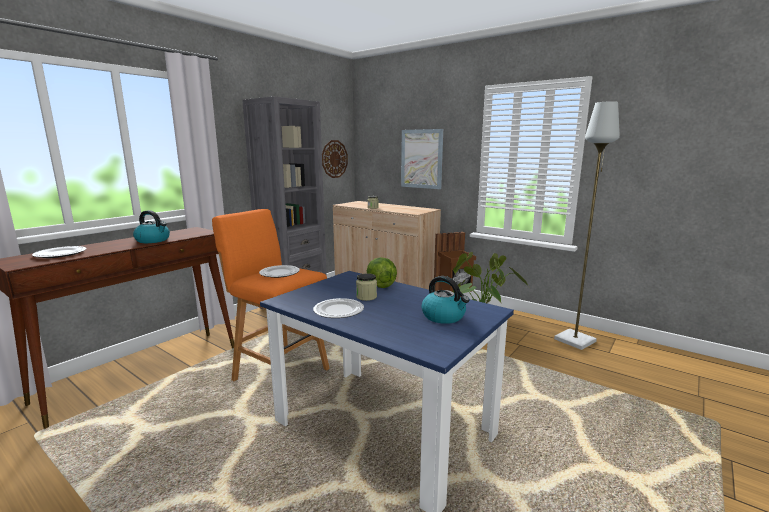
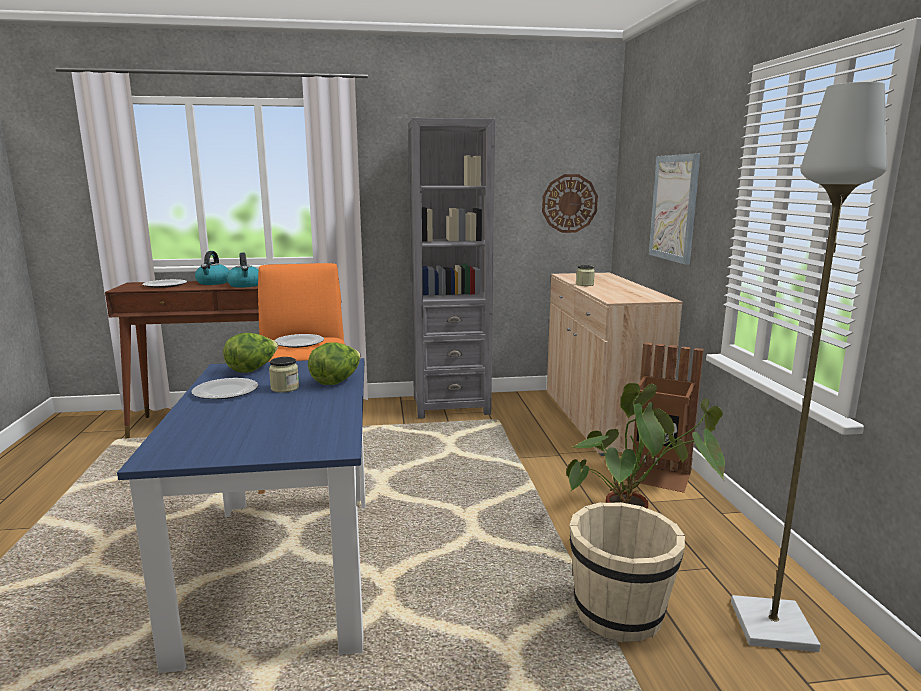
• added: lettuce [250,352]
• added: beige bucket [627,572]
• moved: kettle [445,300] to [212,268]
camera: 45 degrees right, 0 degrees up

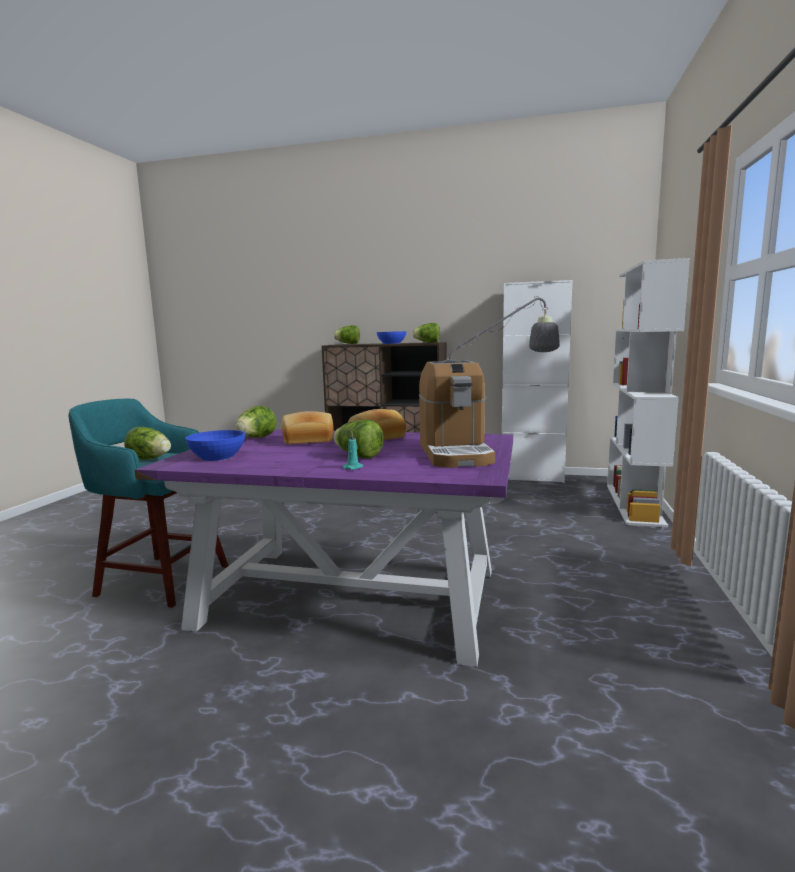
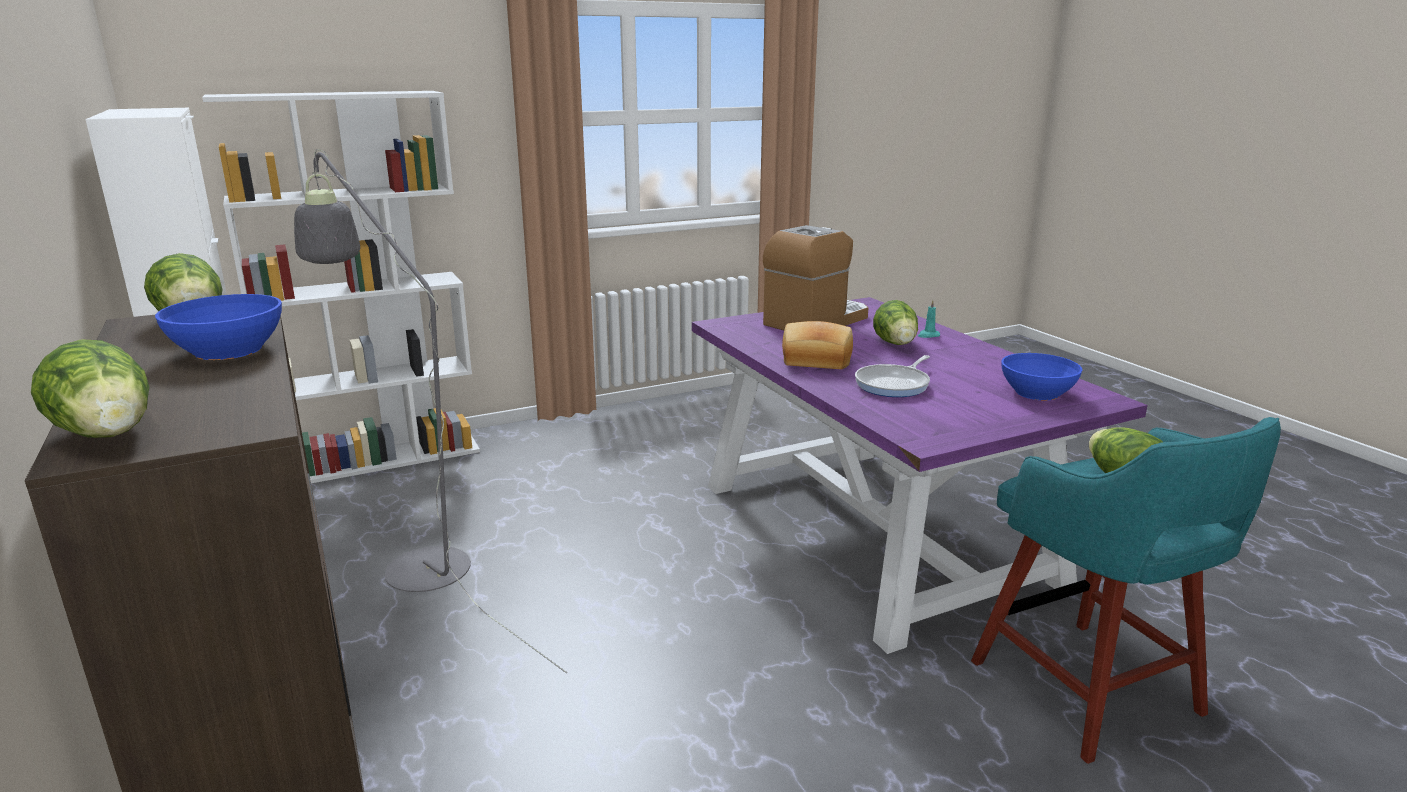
• removed: lettuce [255,422]
• replaced: bread [307,427] to frying pan [892,376]
camera: 130 degrees left, 10 degrees up

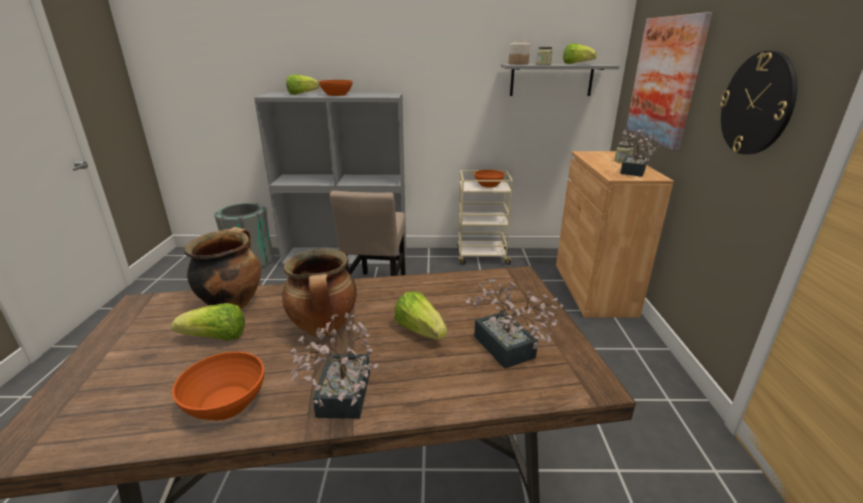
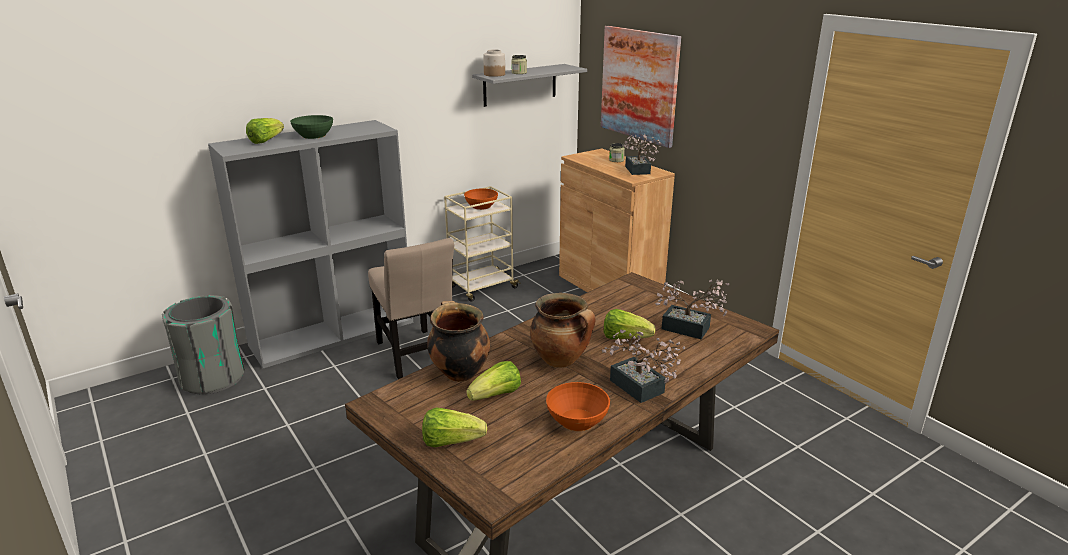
• removed: wall clock [758,102]
• moved: lettuce [580,53] to [454,428]
• recoloured: orange bowl [336,88] to green bowl [311,127]
camera: 35 degrees left, 0 degrees up

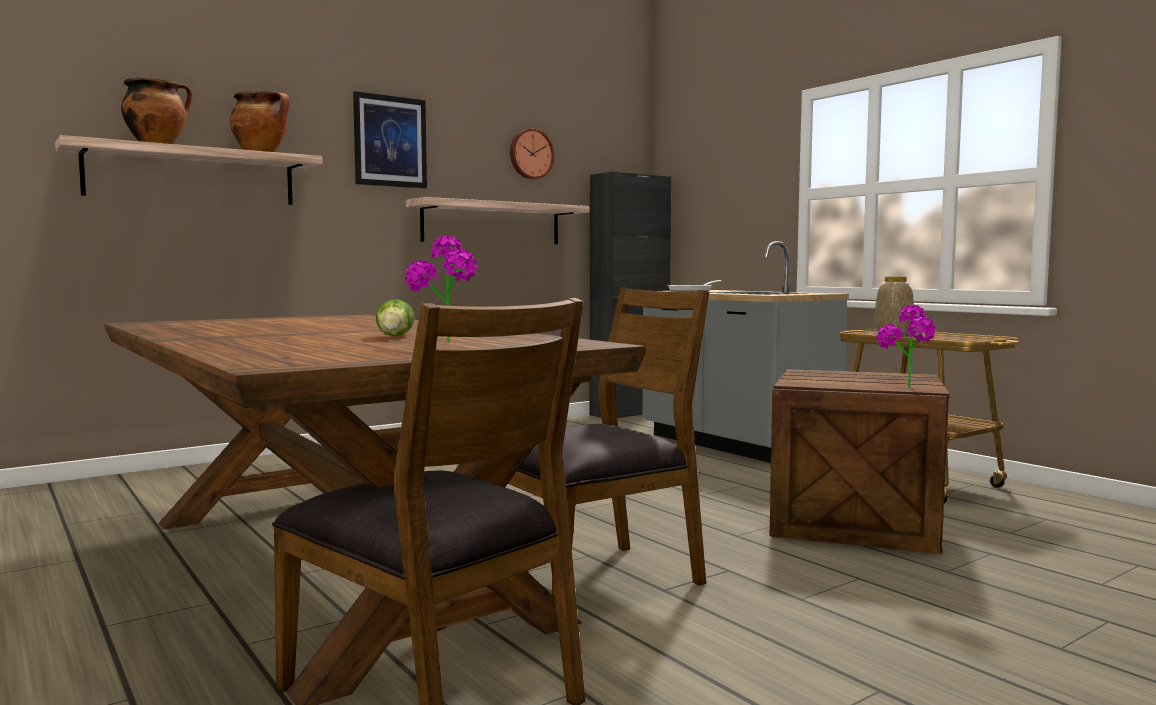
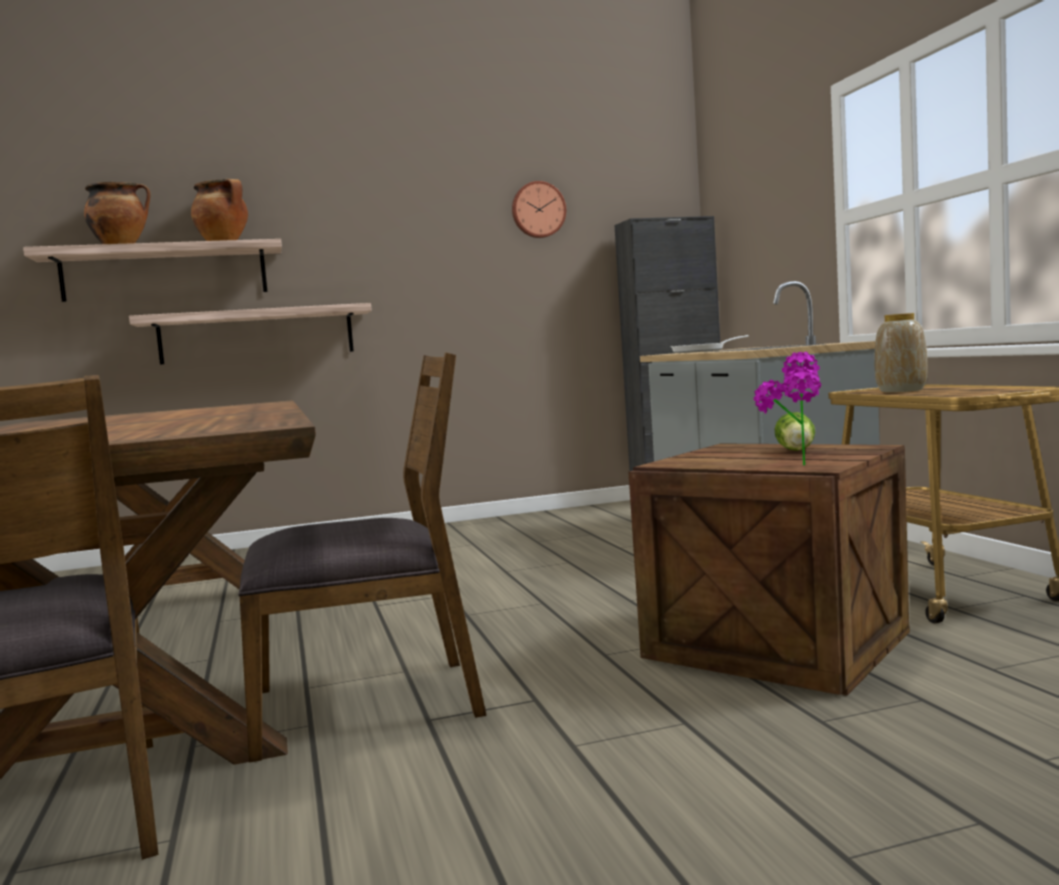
• removed: picture [390,139]
• removed: potted plant [441,289]
• moved: lettuce [395,318] to [795,431]
• moved: shelf [497,220] to [250,334]
camera: 20 degrees right, 0 degrees up

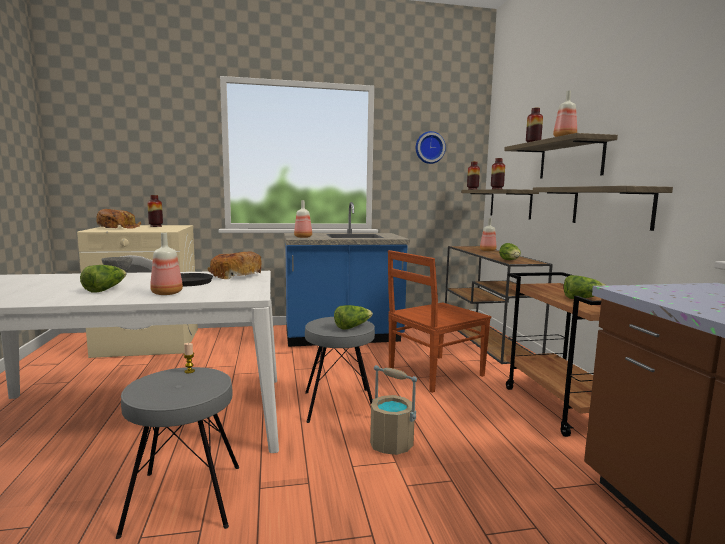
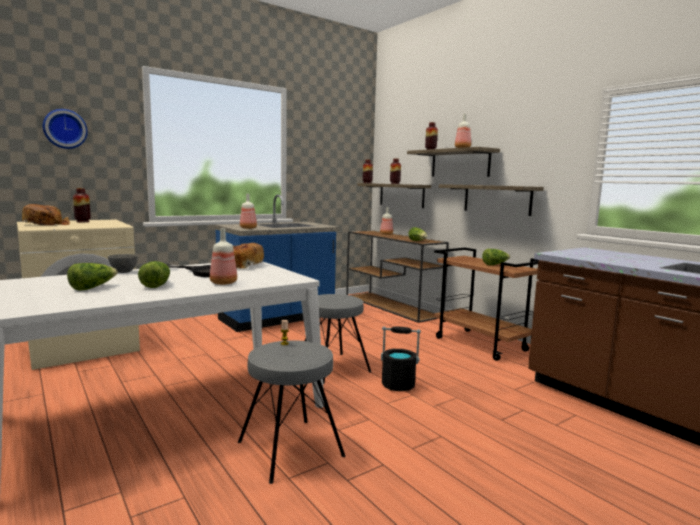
• removed: brown chair [439,321]
• moved: lettuce [353,317] to [92,277]
• moved: wall clock [431,147] to [65,129]
• recoloured: beige bucket [393,410] to black bucket [401,358]
camera: 25 degrees left, 0 degrees up

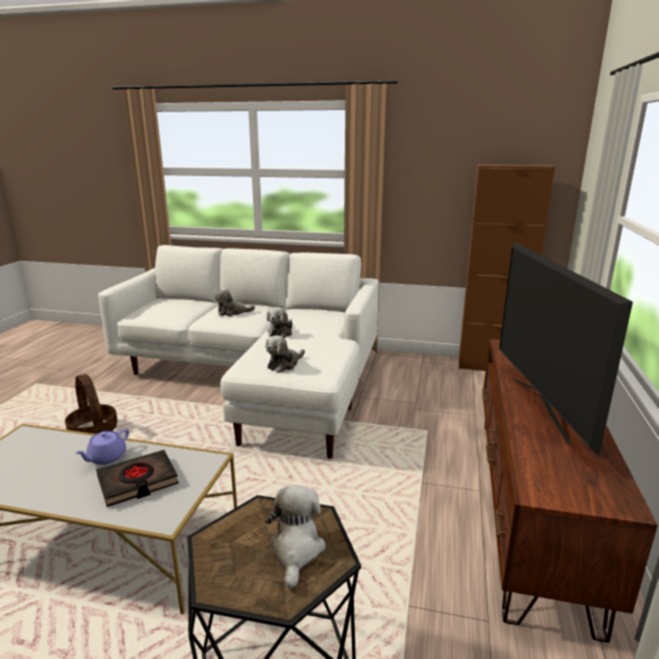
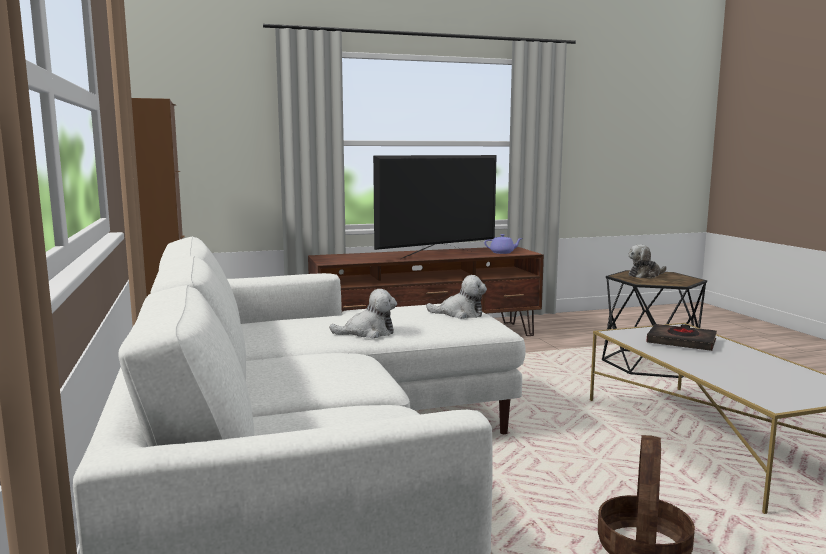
• removed: plush toy [234,302]
• moved: purple teapot [102,447] to [503,244]
camera: 120 degrees left, 10 degrees down

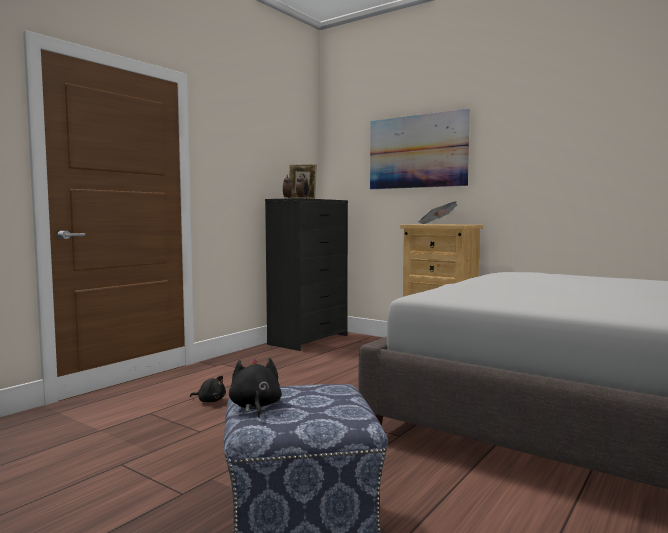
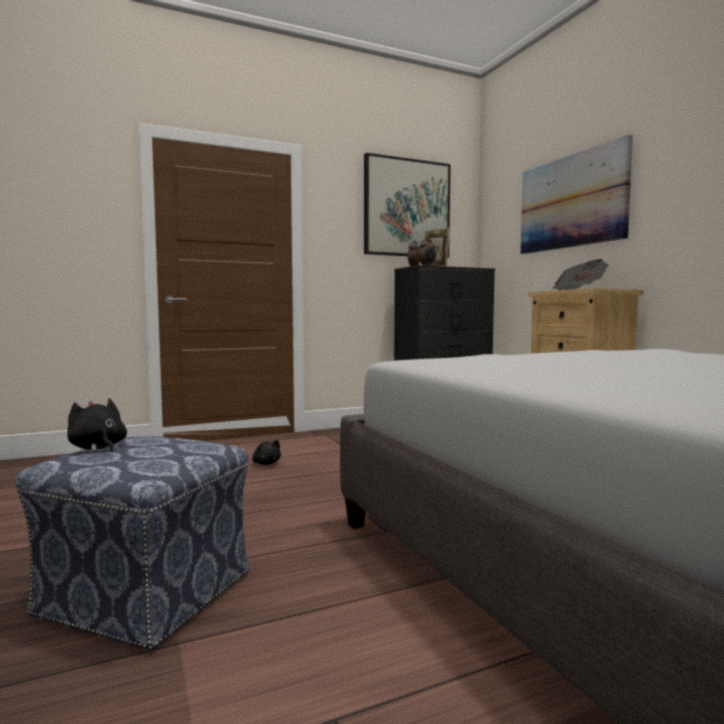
• added: picture [407,205]
• turned: black plush toy [255,388] = [97,425] 60 degrees counterclockwise
camera: 30 degrees right, 0 degrees up

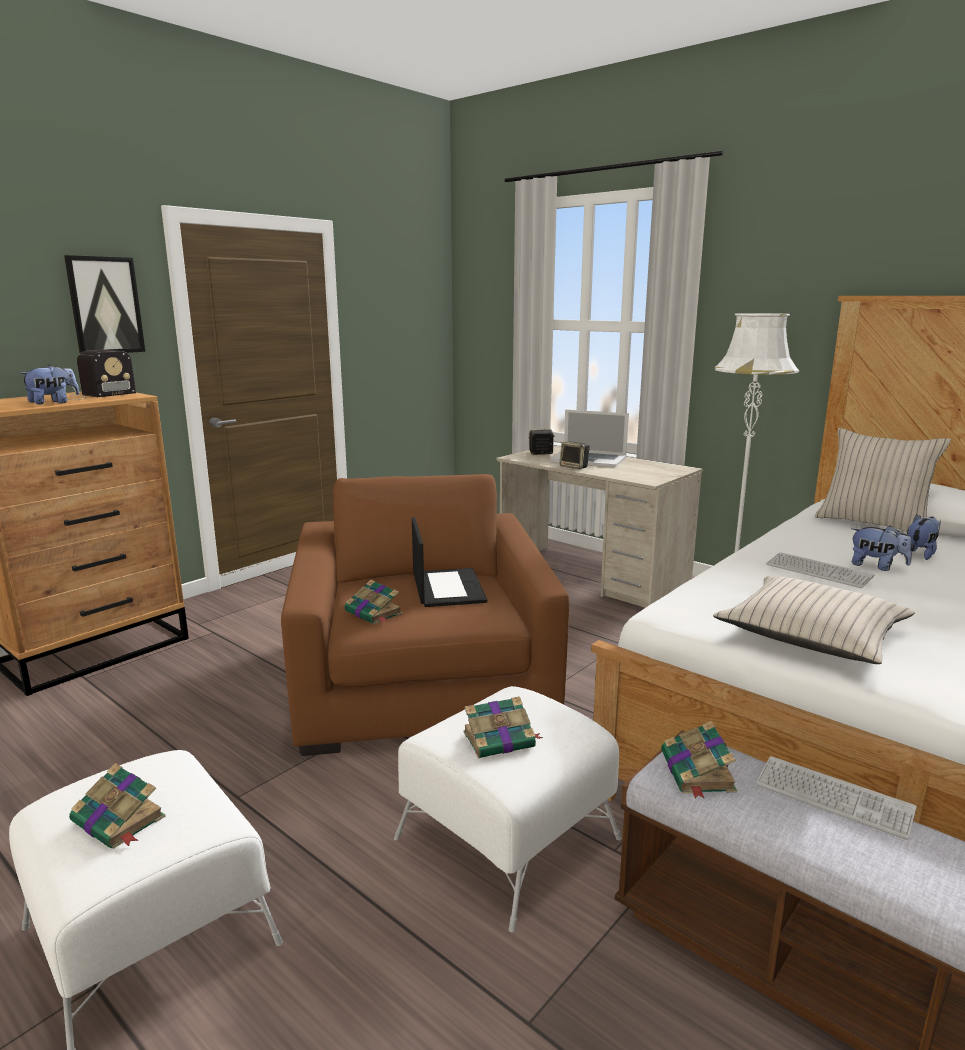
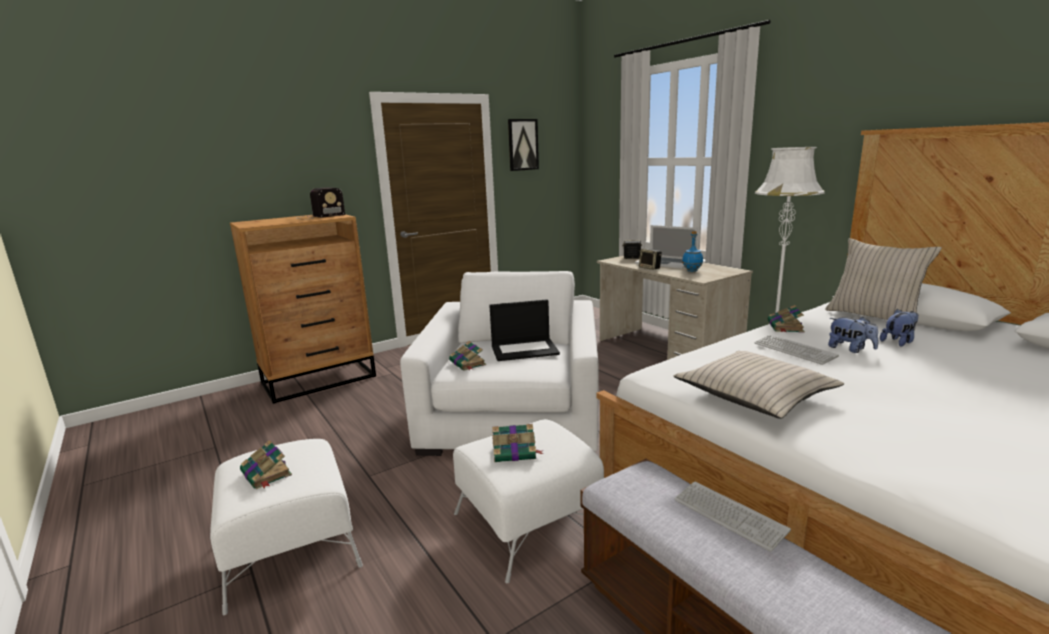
• removed: plush toy [49,385]
• added: blue bottle [692,251]
• moved: picture [104,304] to [523,145]
• moved: book [699,760] to [786,319]
• recoloured: brown armchair [425,615] to white armchair [499,363]
• turned: laptop [449,562] = [524,330] 75 degrees clockwise
camera: 15 degrees right, 0 degrees up

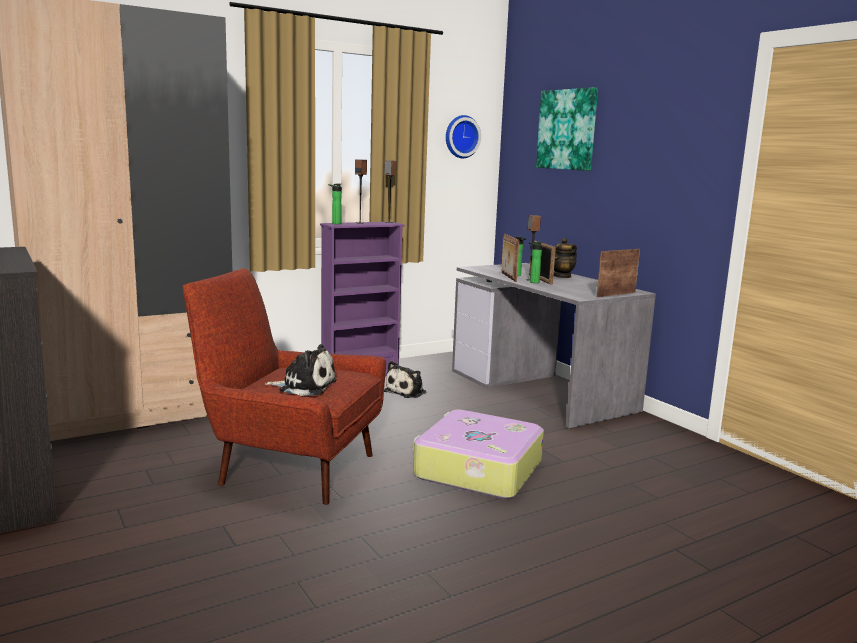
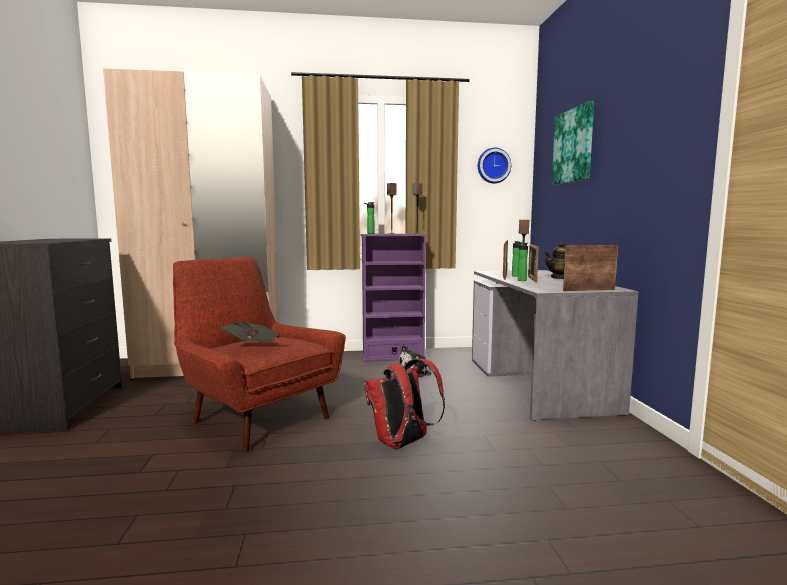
• replaced: plush toy [301,370] to newspaper [249,332]
• replaced: suitcase [478,454] to red backpack [404,403]
camera: 25 degrees right, 5 degrees down

